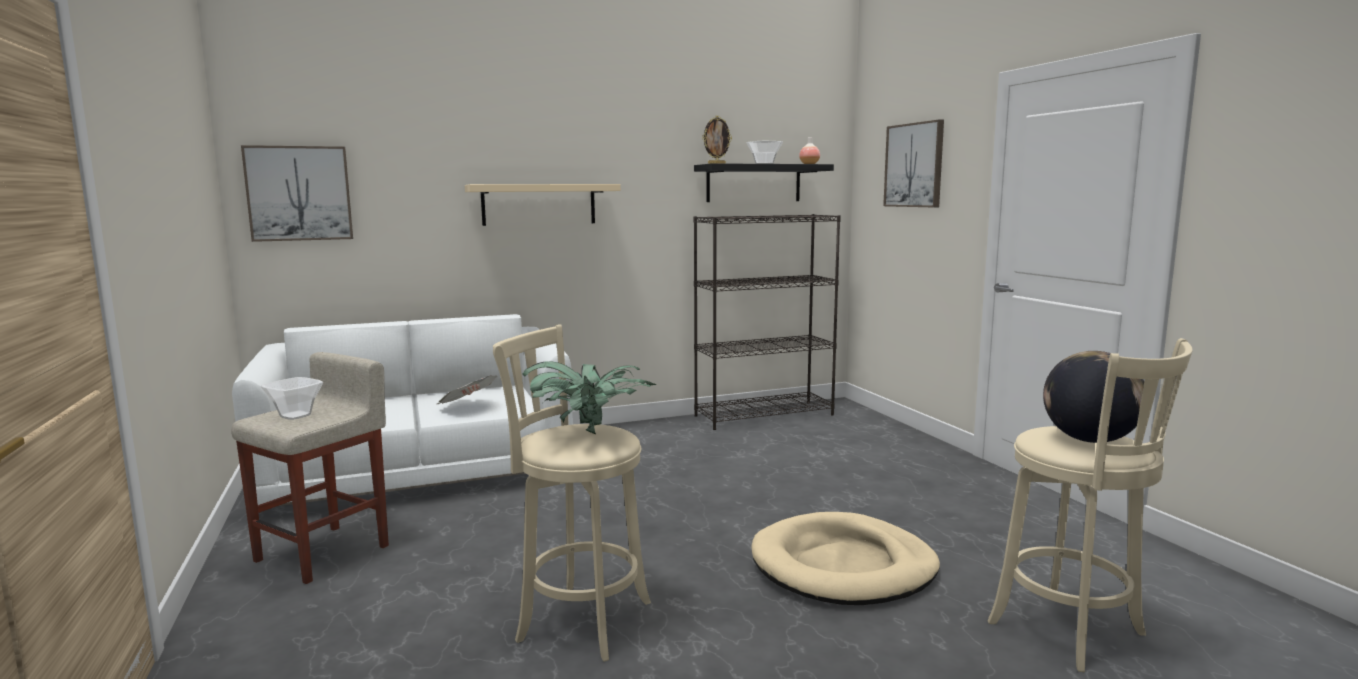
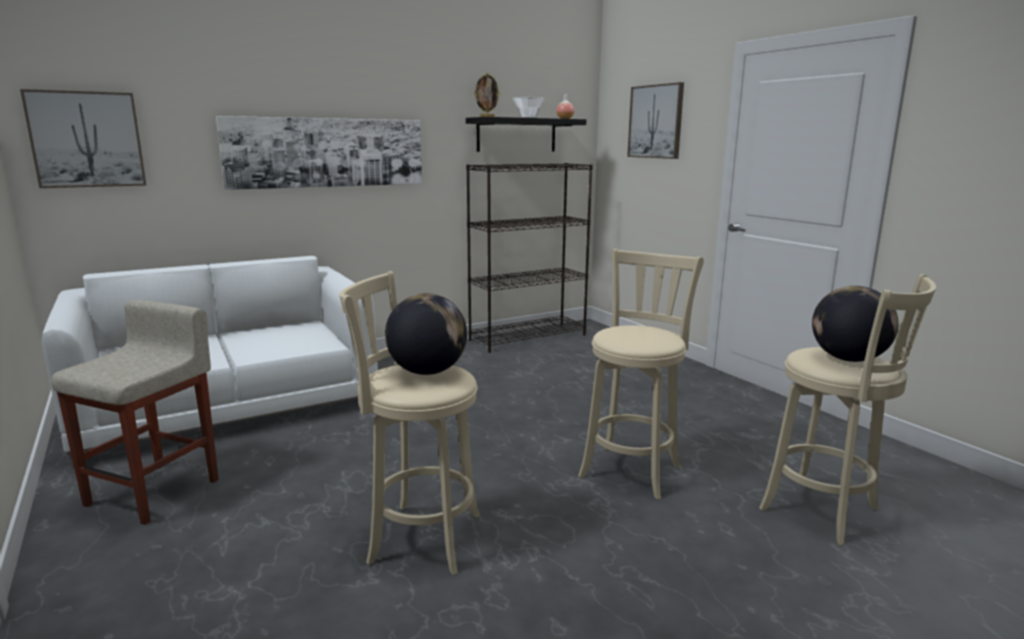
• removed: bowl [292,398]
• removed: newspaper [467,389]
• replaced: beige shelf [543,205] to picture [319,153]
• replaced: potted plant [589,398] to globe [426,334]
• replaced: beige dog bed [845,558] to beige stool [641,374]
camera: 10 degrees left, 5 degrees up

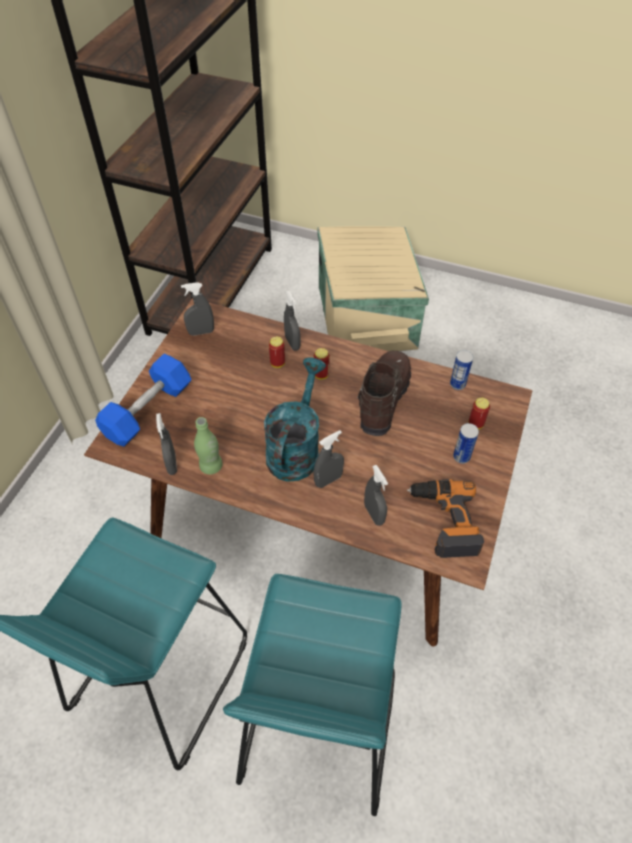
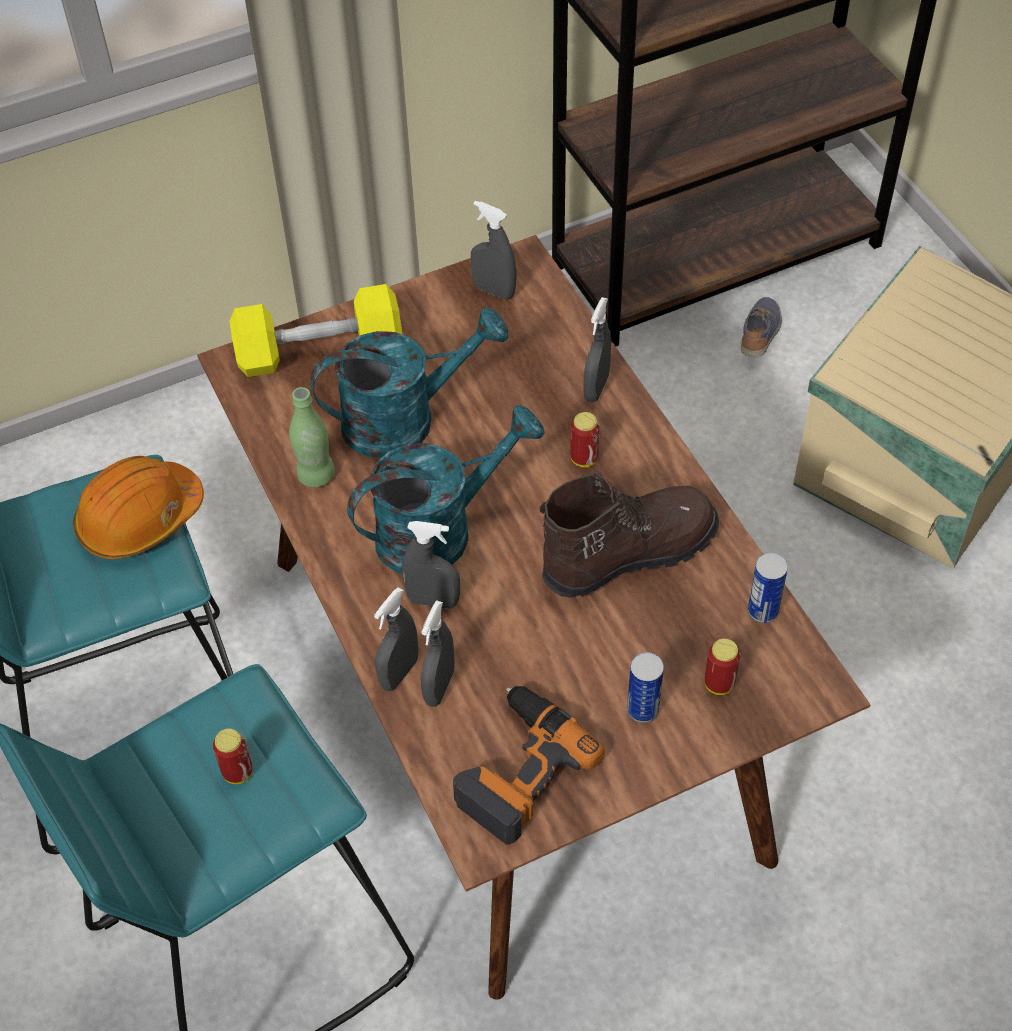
• added: orange hard hat [138,507]
• added: turquoise watering can [409,382]
• added: shoe [761,327]
• moved: grey spray bottle [166,444] to [396,639]
• moved: can [277,352] to [233,756]
• recoloured: blue dumbbell [143,400] to yellow dumbbell [316,330]
camera: 45 degrees right, 0 degrees up

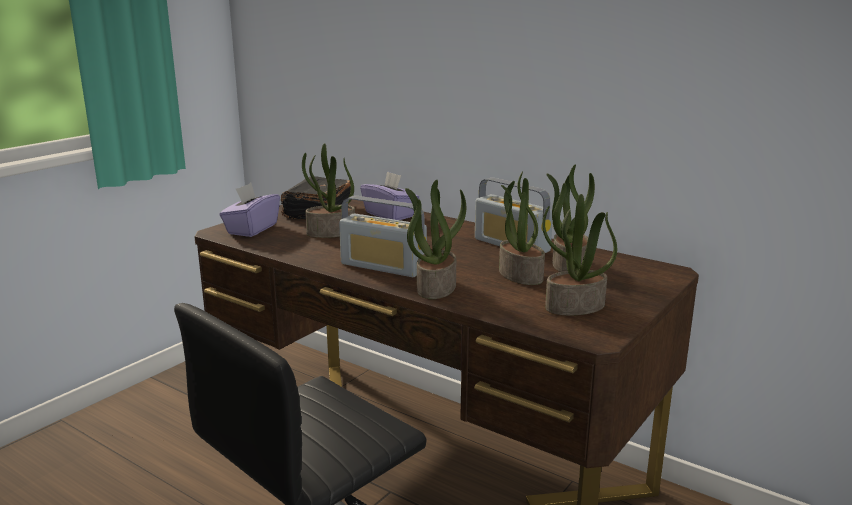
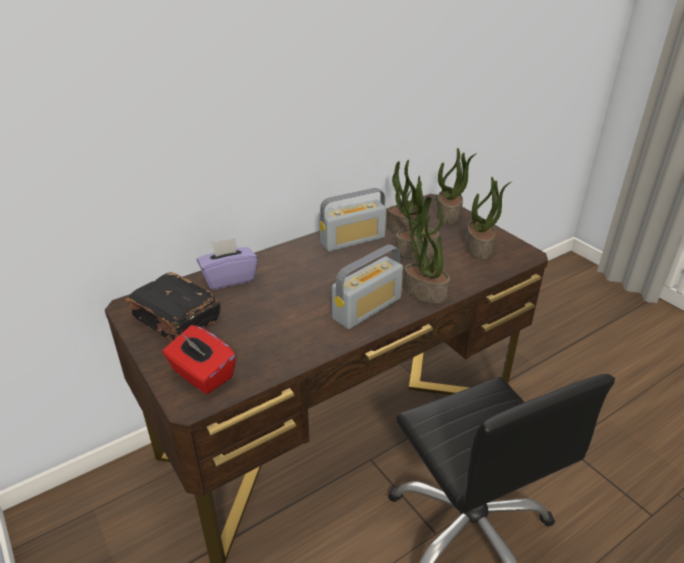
• moved: potted plant [328,190] to [456,186]
• recoloured: purple tissue box [249,210] to red tissue box [199,359]
camera: 70 degrees left, 15 degrees up

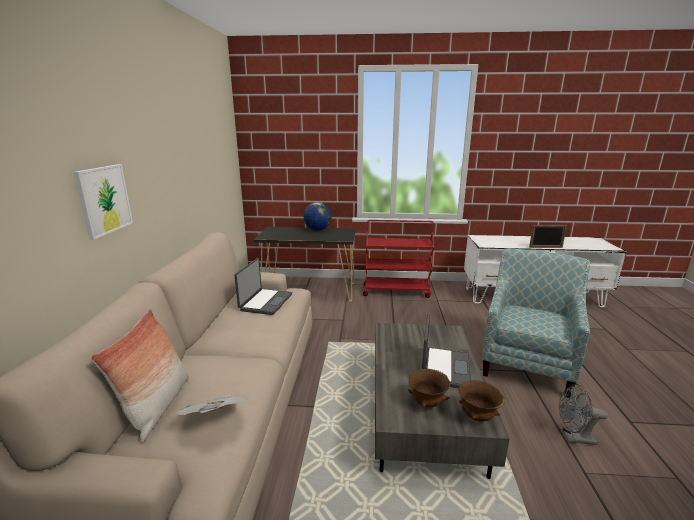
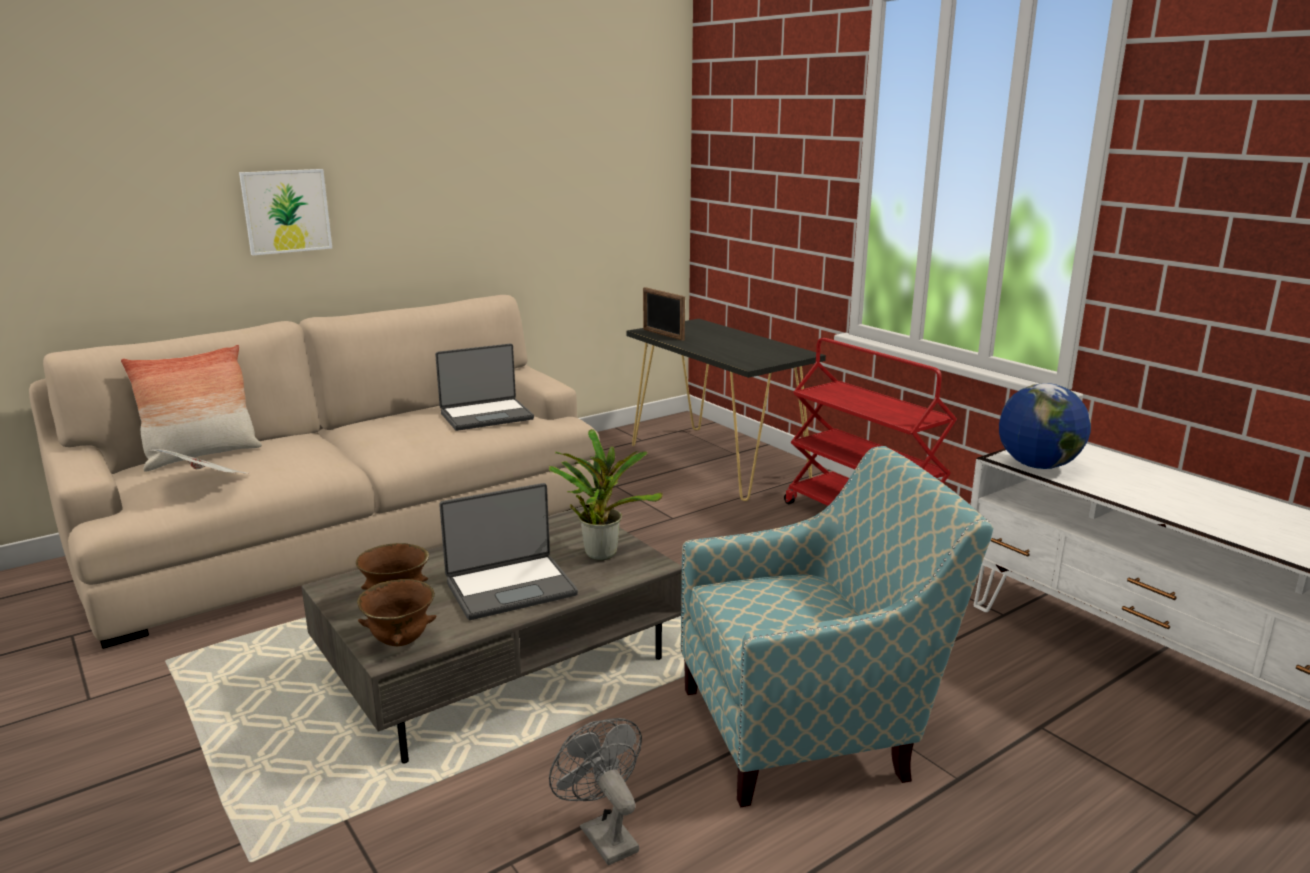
• added: potted plant [606,494]
• moved: globe [318,216] to [1045,426]
• moved: picture frame [548,236] to [664,314]
camera: 50 degrees right, 0 degrees up

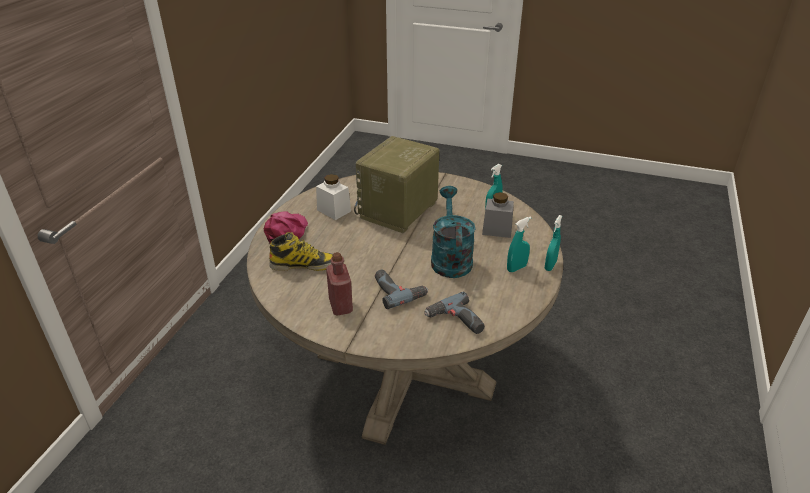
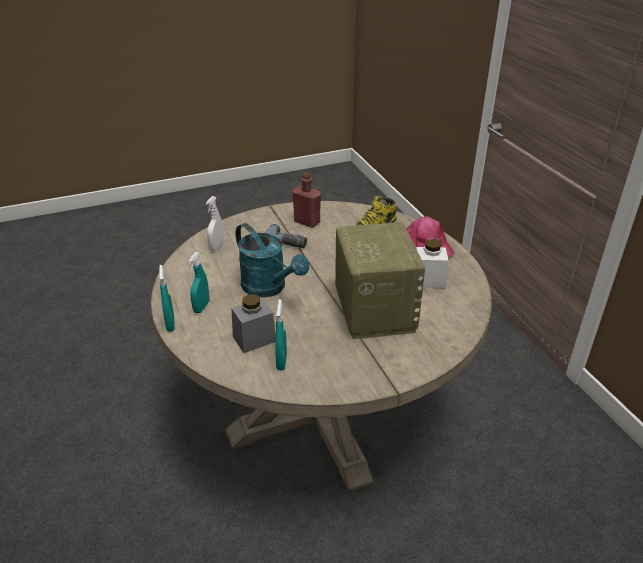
• replaced: power drill [454,313] to white spray bottle [215,224]
camera: 140 degrees right, 0 degrees up

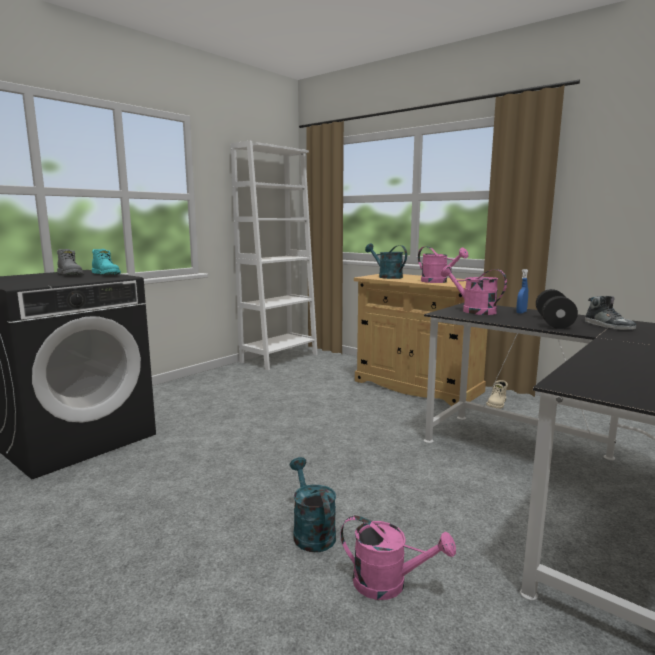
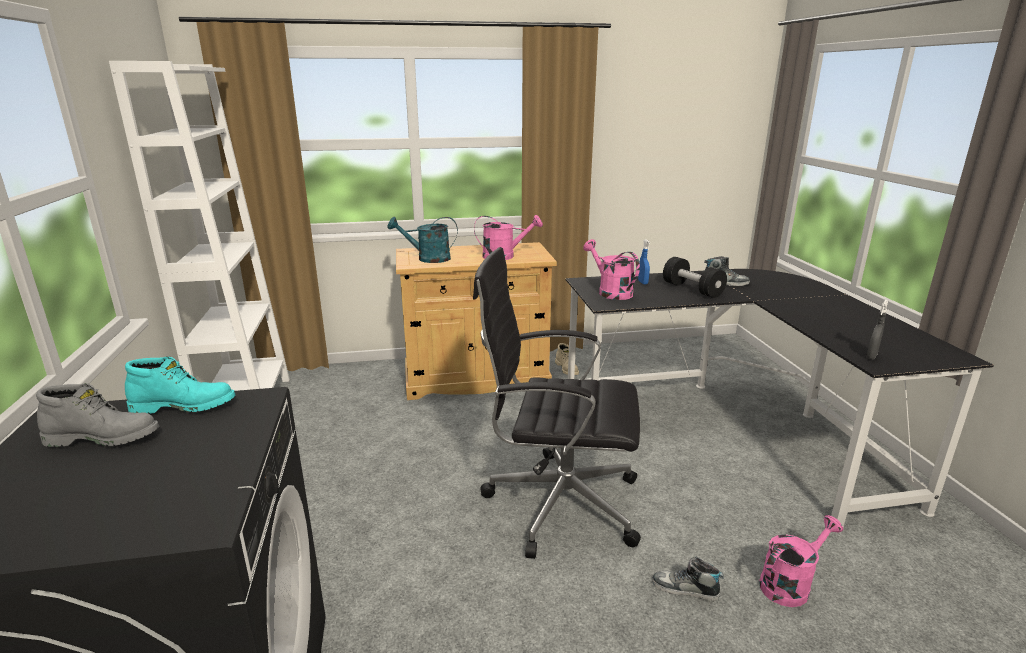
• added: black office chair [557,403]
• added: grey spray bottle [877,330]
• replaced: turquoise watering can [312,504] to shoe [688,579]
• turned: pink watering can [474,290] = [611,269] 60 degrees clockwise
camera: 50 degrees left, 10 degrees up

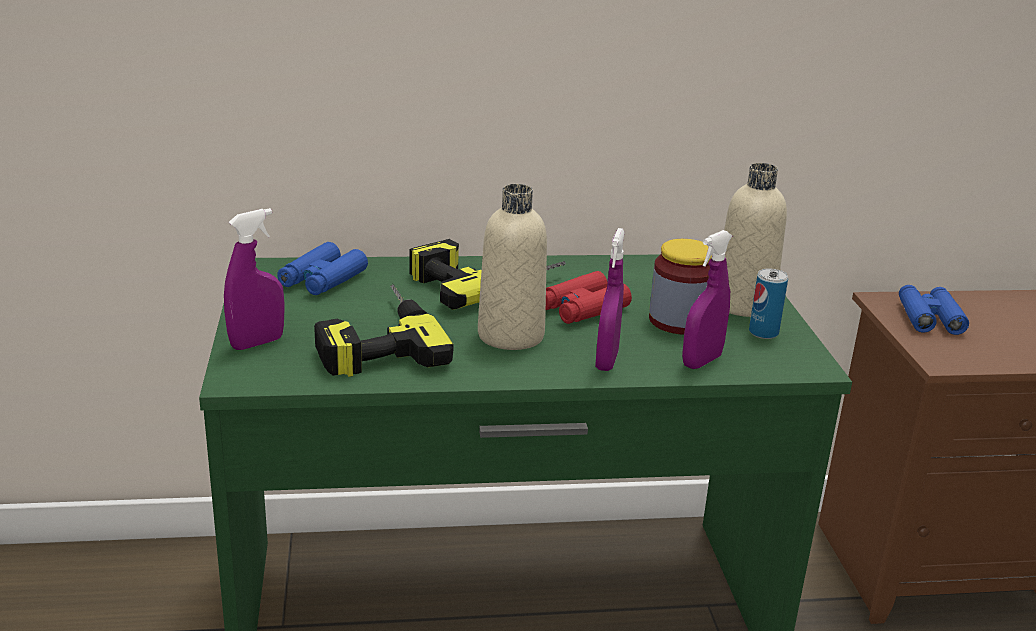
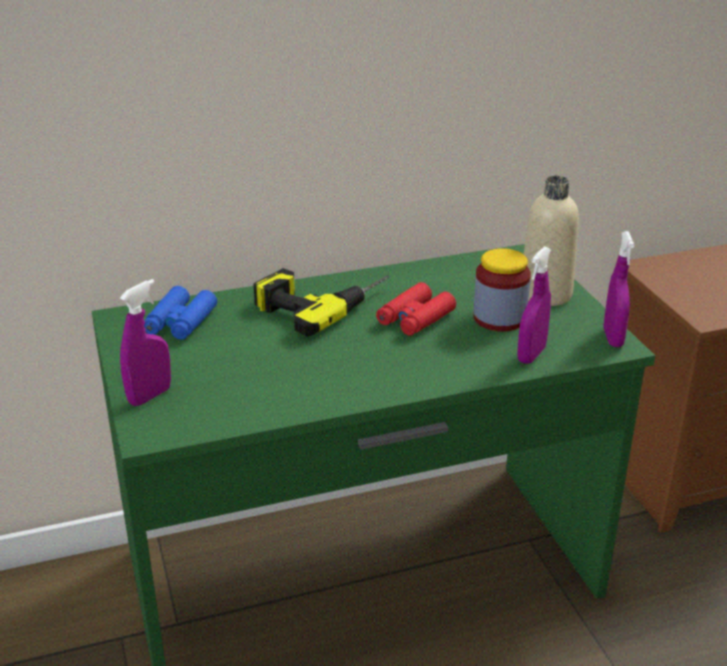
• removed: power drill [384,330]
• removed: beige bottle [512,267]
• removed: can [768,303]
• removed: blue binoculars [934,310]
• moved: purple spray bottle [610,299] to [618,289]
camera: 10 degrees left, 5 degrees up

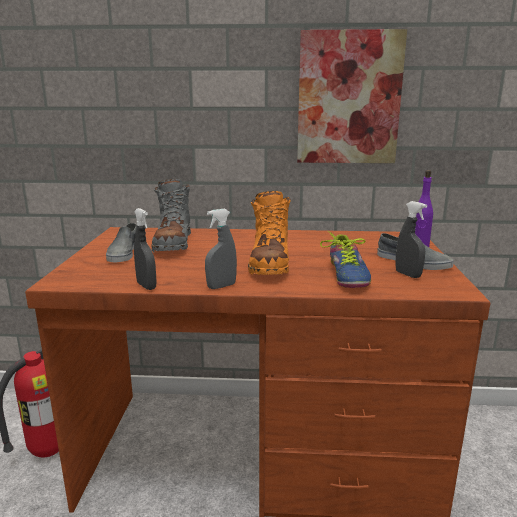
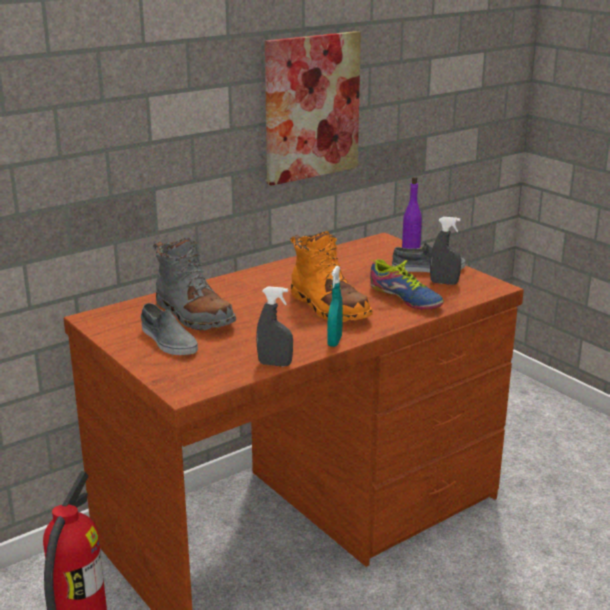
• recoloured: grey spray bottle [221,249] to turquoise spray bottle [335,306]
camera: 40 degrees left, 5 degrees up

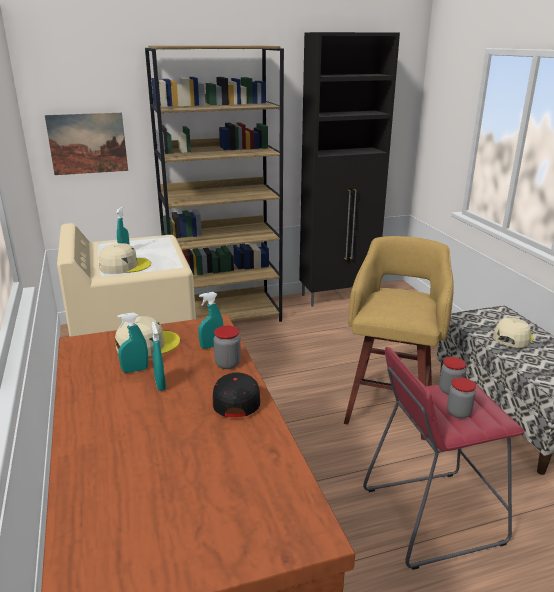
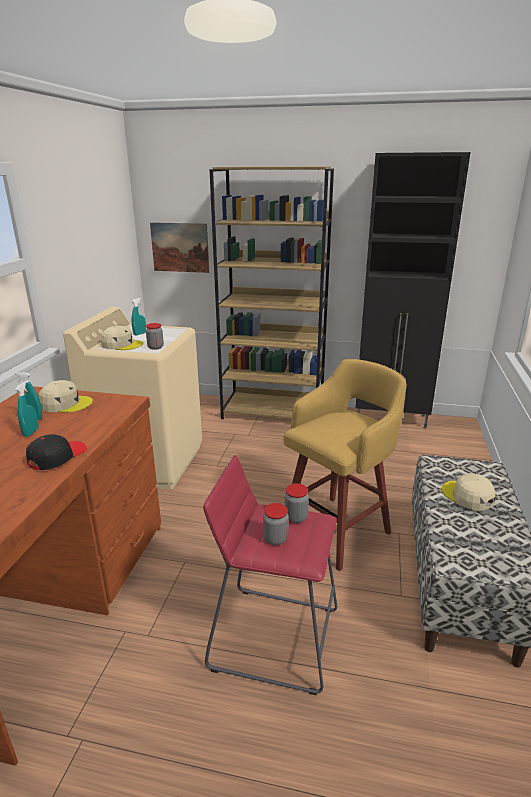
• removed: turquoise spray bottle [211,320]
• moved: jar [227,347] to [155,336]
• turned: beige cap [513,332] = [468,492] 105 degrees counterclockwise
camera: 30 degrees right, 0 degrees up

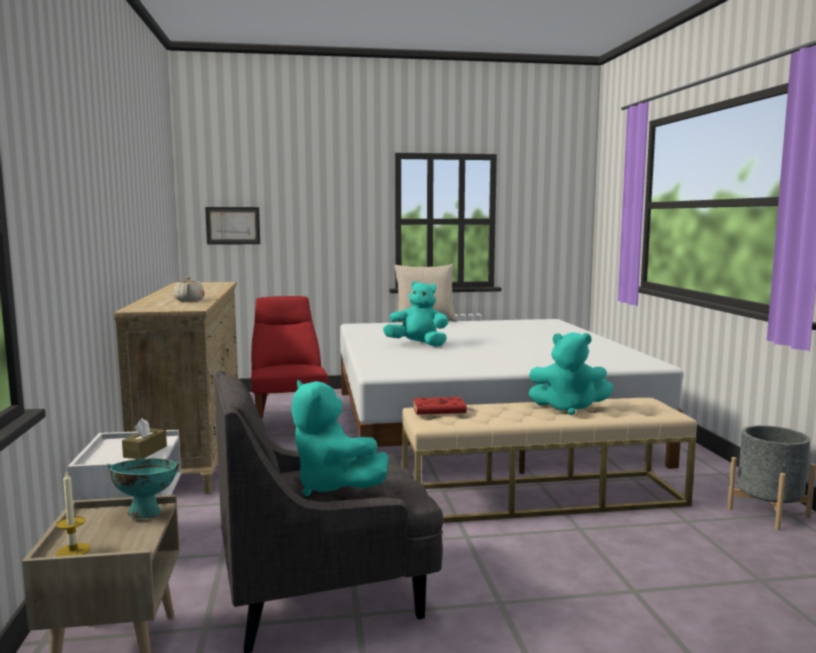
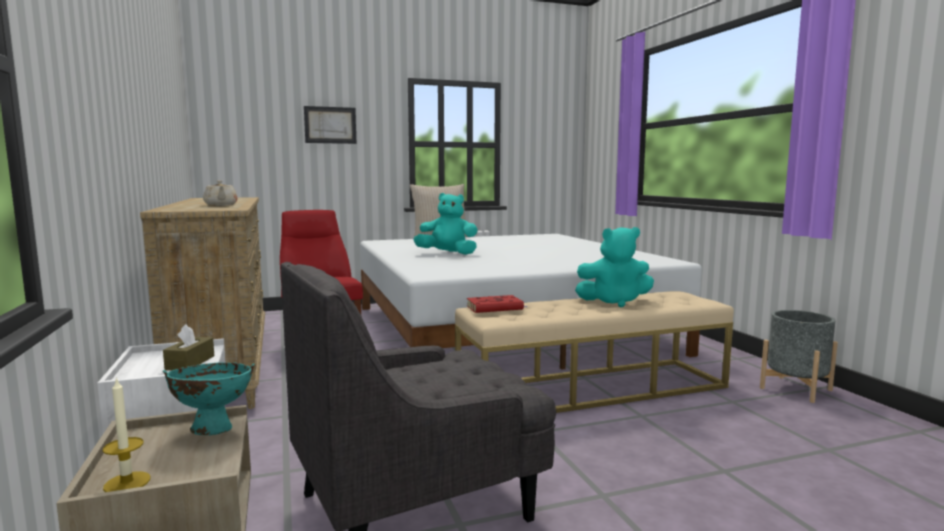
• removed: turquoise plush toy [339,438]
• moved: picture [232,226] to [330,125]
camera: 10 degrees left, 0 degrees up

